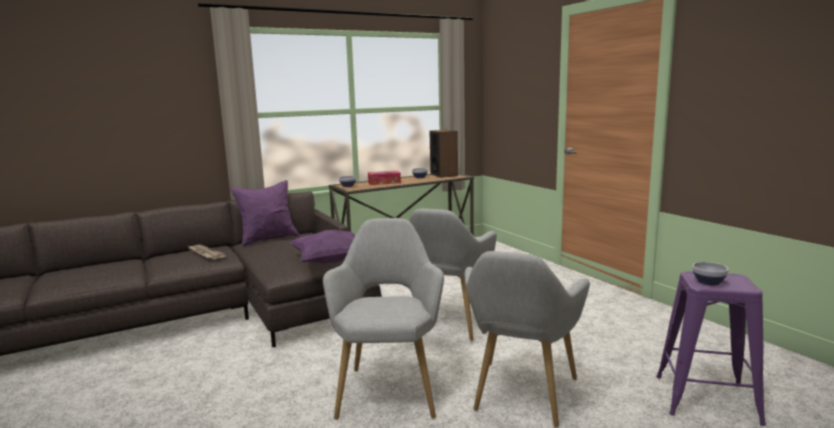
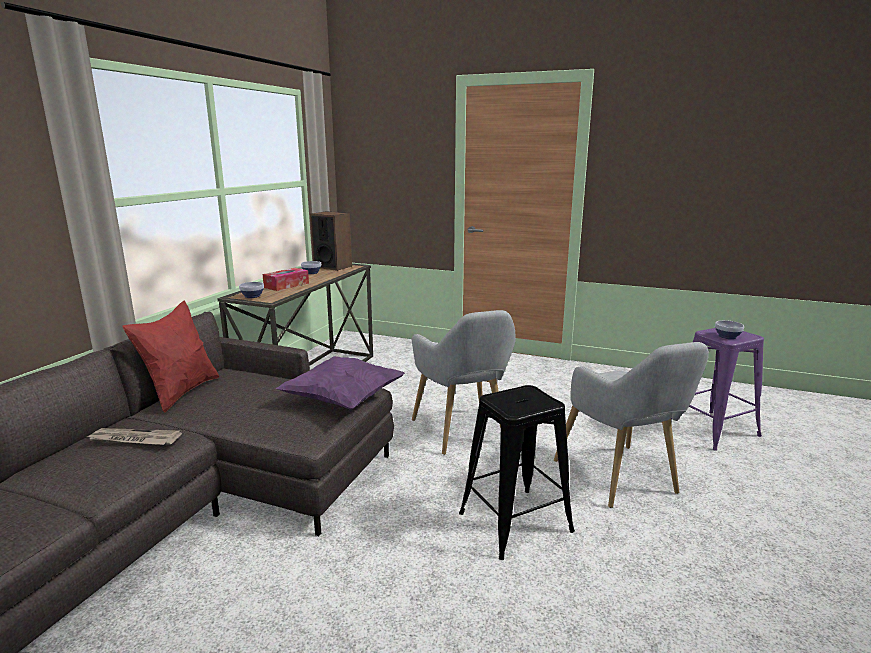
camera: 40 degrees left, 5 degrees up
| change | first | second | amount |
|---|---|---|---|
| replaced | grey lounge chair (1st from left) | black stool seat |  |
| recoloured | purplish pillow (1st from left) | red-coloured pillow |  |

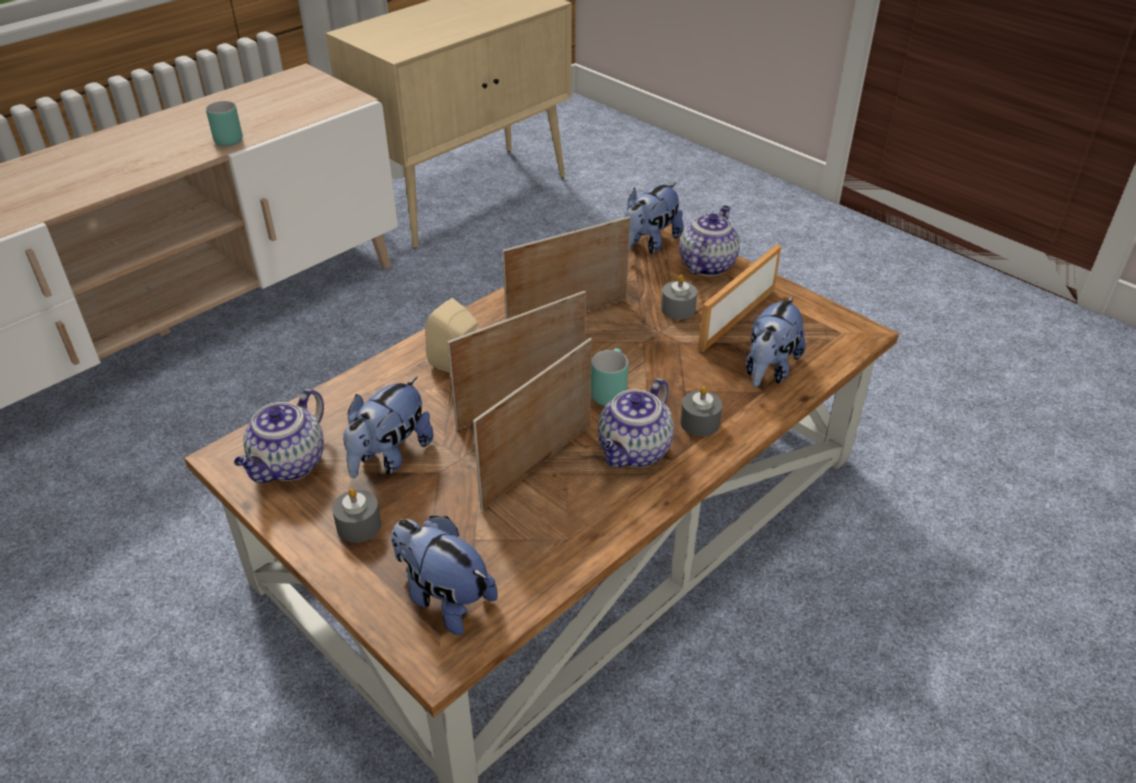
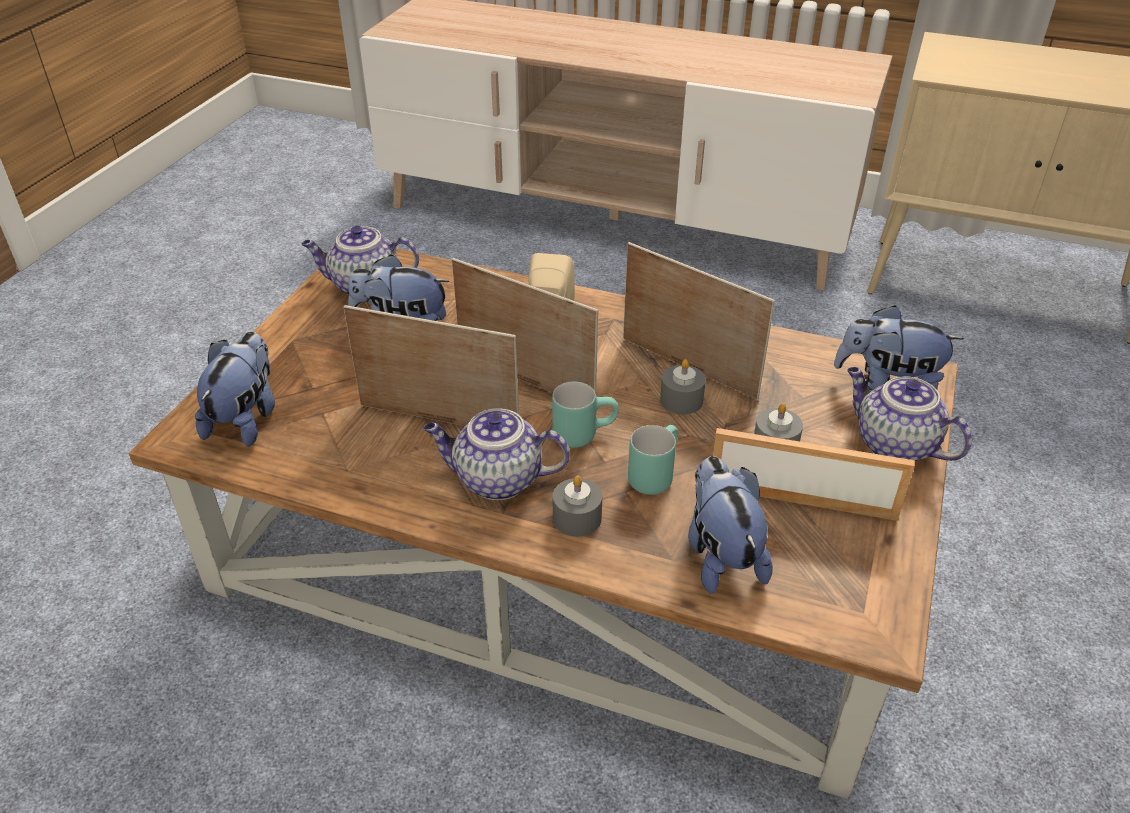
camera: 65 degrees right, 0 degrees up
| change | first | second | amount |
|---|---|---|---|
| moved | turquoise-coloured tea mug (1st from left in the first image) | turquoise-coloured tea mug (2nd from left) |  |
| moved | grey candle (1st from left in the first image) | grey candle (2nd from left) |  |
| turned | teapot (3rd from left) |  | 135 degrees counterclockwise |
| turned | cuddly toy (4th from left in the first image) | cuddly toy (3rd from left) | 75 degrees clockwise |

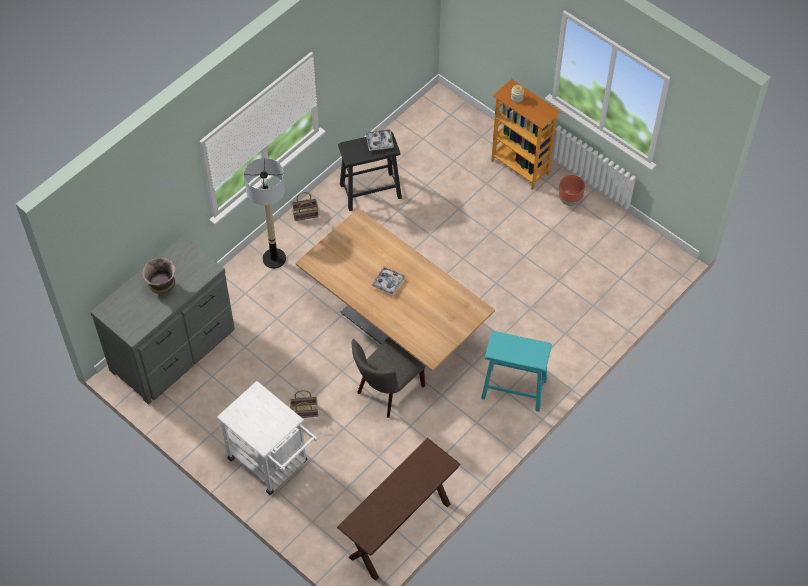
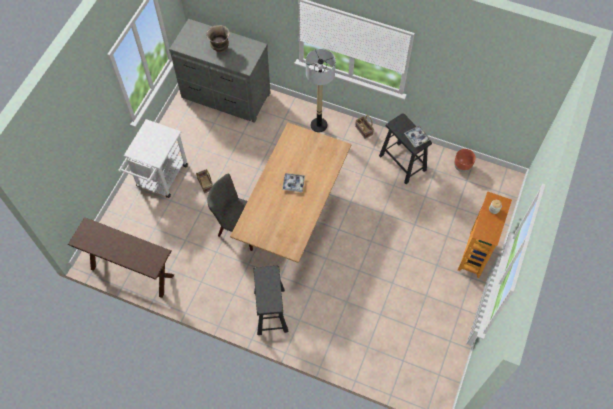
camera: 70 degrees right, 5 degrees up
| change | first | second | amount |
|---|---|---|---|
| moved | brownish planter |  |  |
| recoloured | turquoise-coloured stool seat | black stool seat (1st from left) |  |

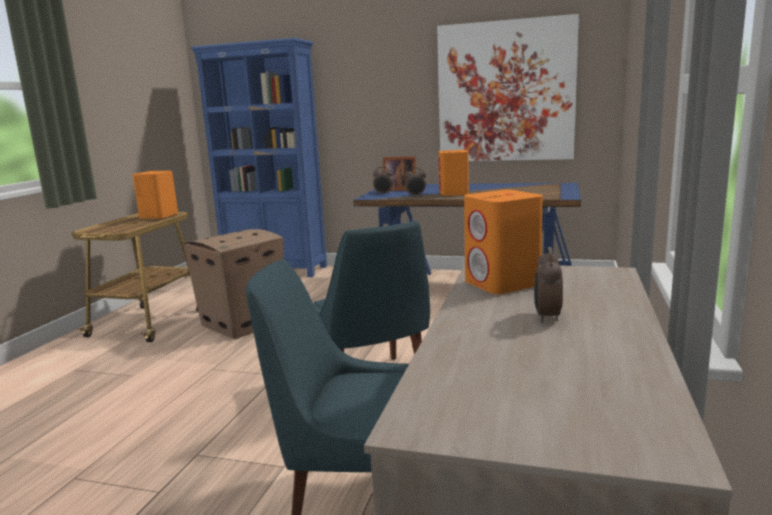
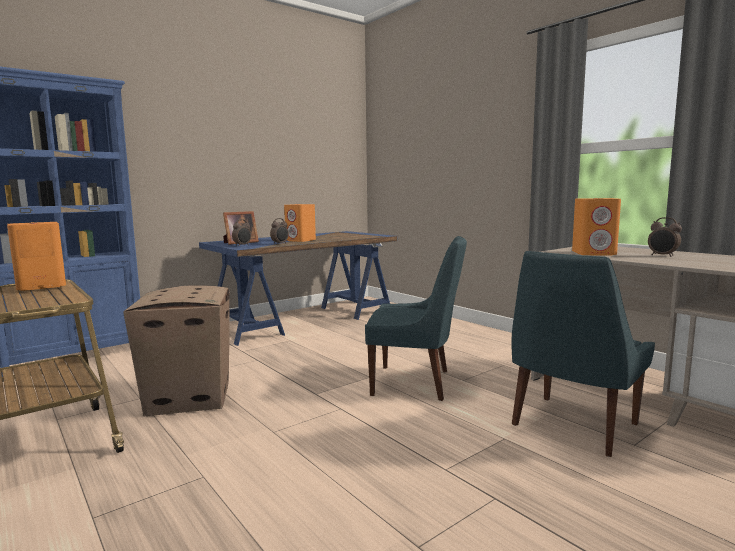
camera: 55 degrees left, 5 degrees down
| change | first | second | amount |
|---|---|---|---|
| removed | wall picture |  |  |

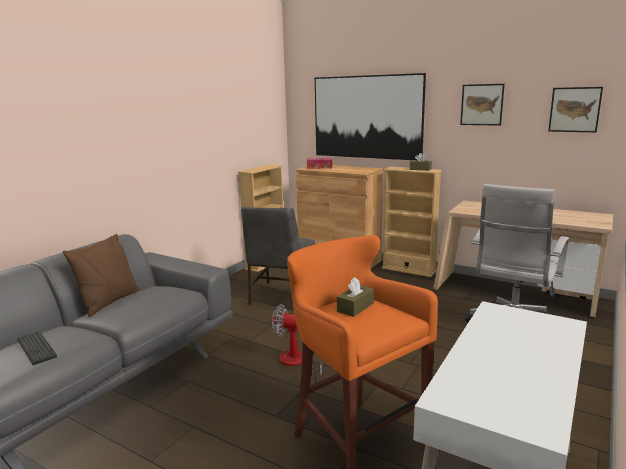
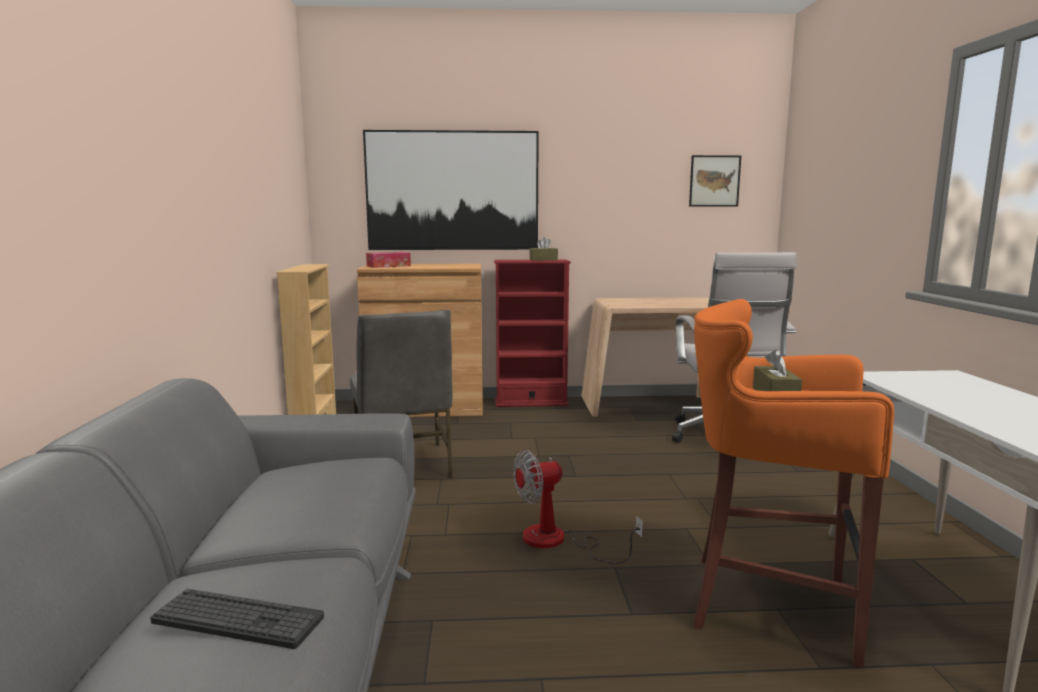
camera: 35 degrees left, 5 degrees down
| change | first | second | amount |
|---|---|---|---|
| removed | brownish pillow |  |  |
| removed | wall picture (2nd from left) |  |  |
| recoloured | beige-coloured bookshelf (2nd from left) | red-coloured bookshelf |  |

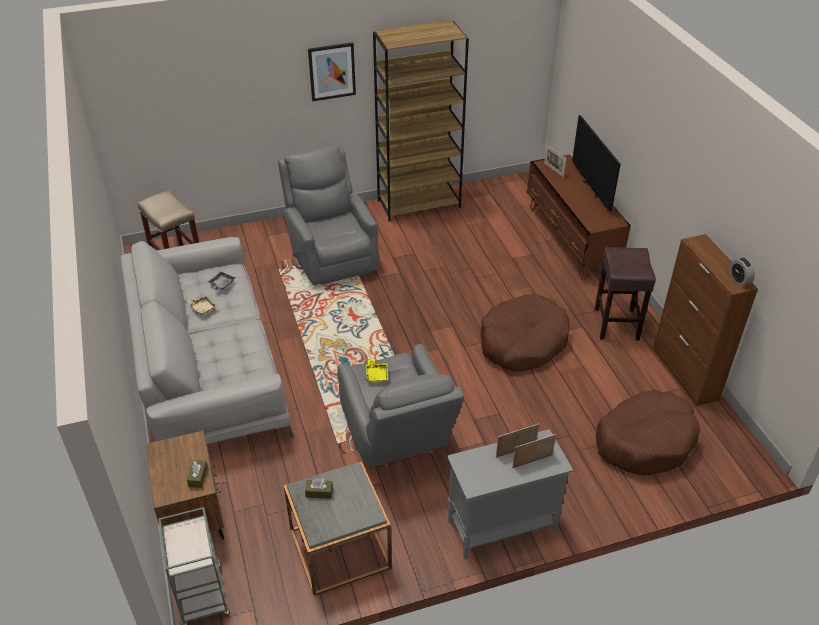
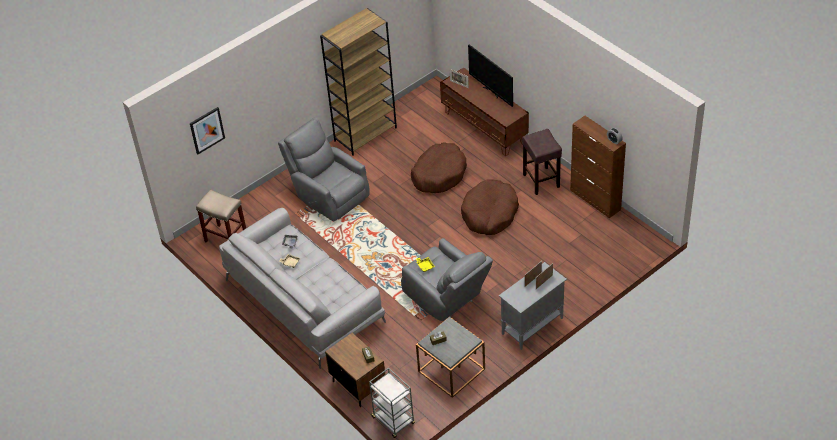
camera: 20 degrees left, 5 degrees up
| change | first | second | amount |
|---|---|---|---|
| moved | wall picture |  |  |
| moved | brownish dog cushion (2nd from left in the first image) | brownish dog cushion (1st from left) |  |

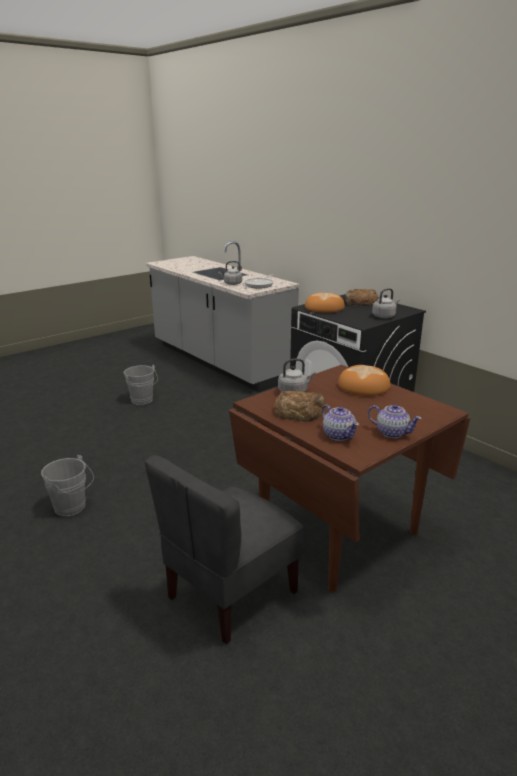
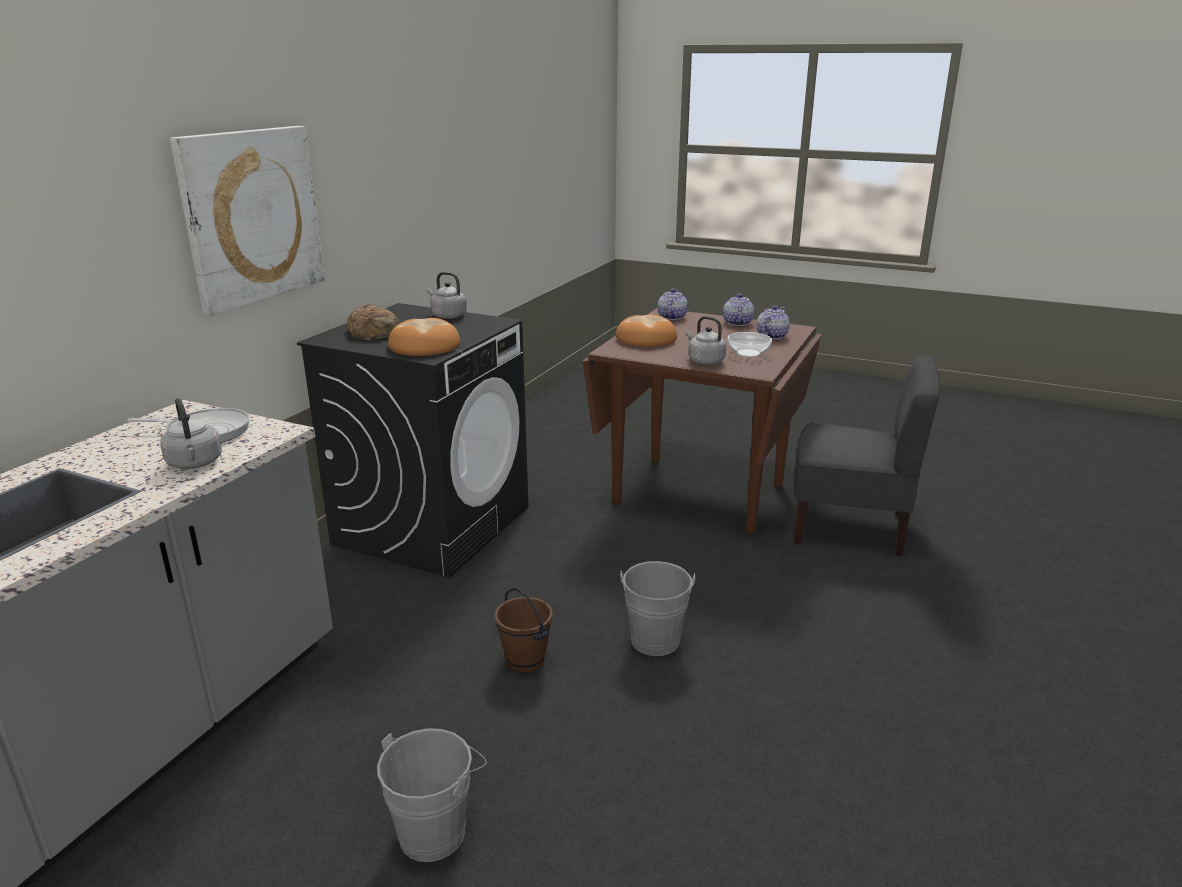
camera: 115 degrees left, 0 degrees up
| change | first | second | amount |
|---|---|---|---|
| added |  | wall picture |  |
| added |  | brownish pail |  |
| added |  | teapot (1st from left) |  |
| moved | grey pail (1st from left in the first image) | grey pail (2nd from left) |  |
| replaced | baked bread (1st from left) | serving bowl |  |

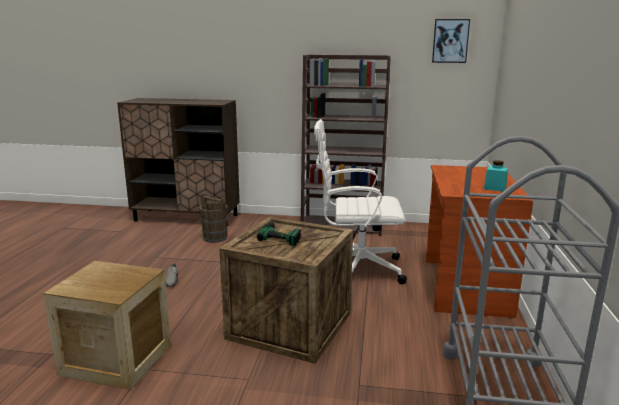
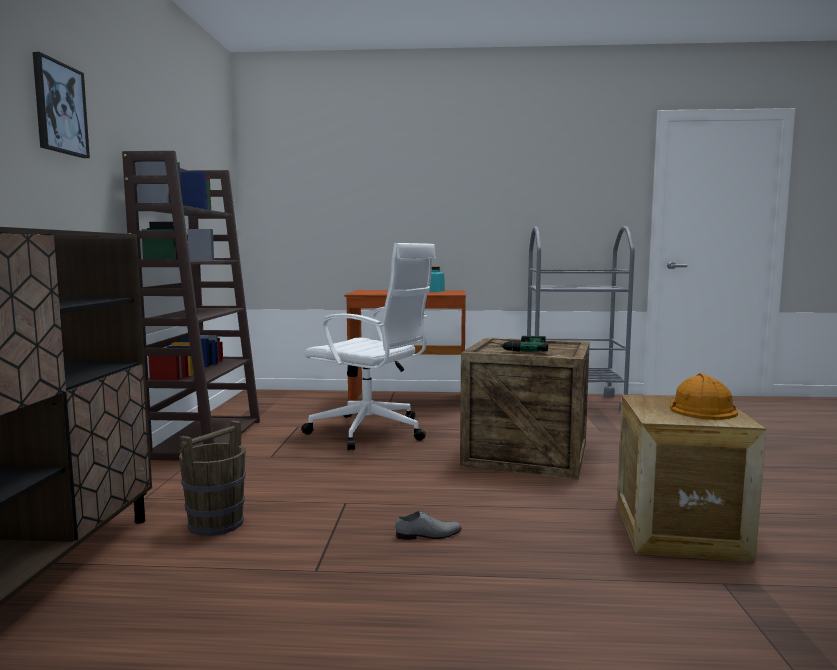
camera: 95 degrees left, 10 degrees down
| change | first | second | amount |
|---|---|---|---|
| added |  | orange hard hat |  |
| moved | wall picture |  |  |
| turned | white-coloured computer chair |  | 60 degrees counterclockwise |

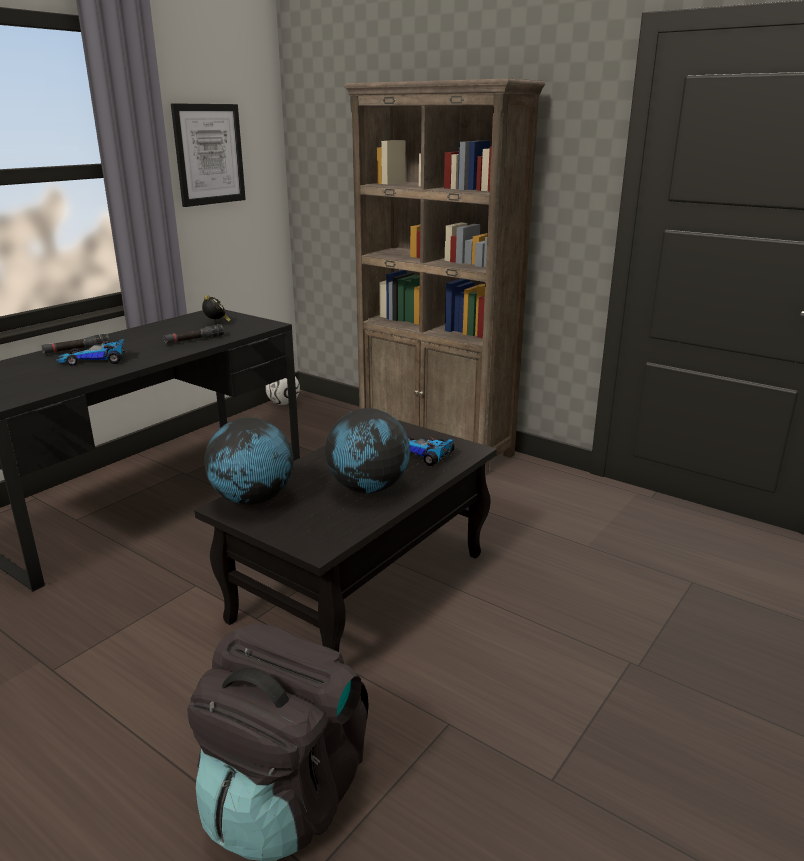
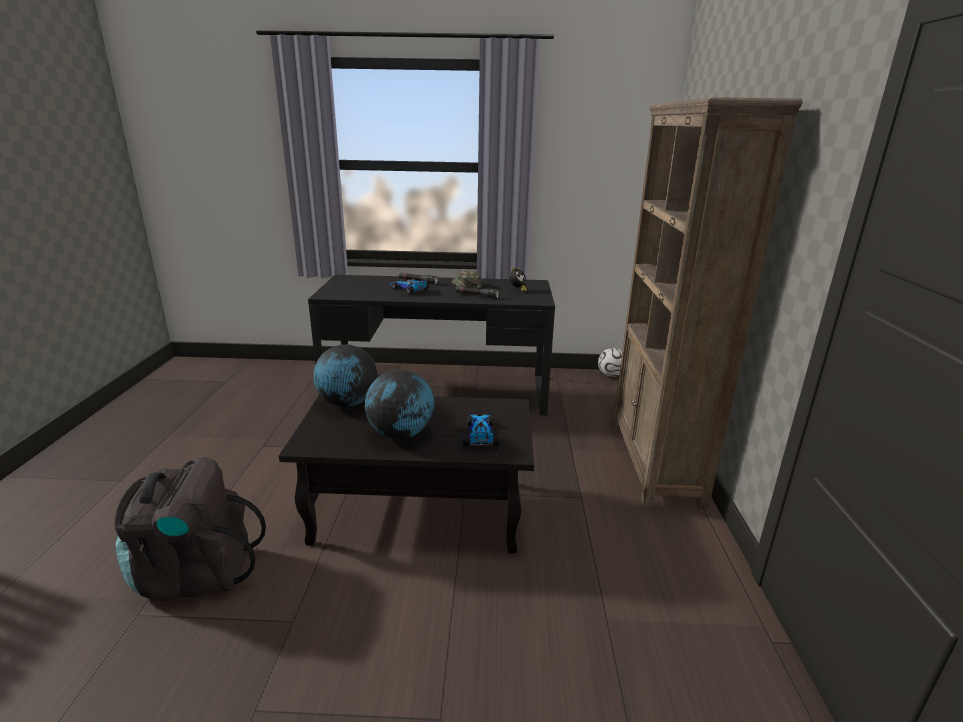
camera: 55 degrees right, 0 degrees up
| change | first | second | amount |
|---|---|---|---|
| removed | wall picture |  |  |
| added |  | greenish cap |  |

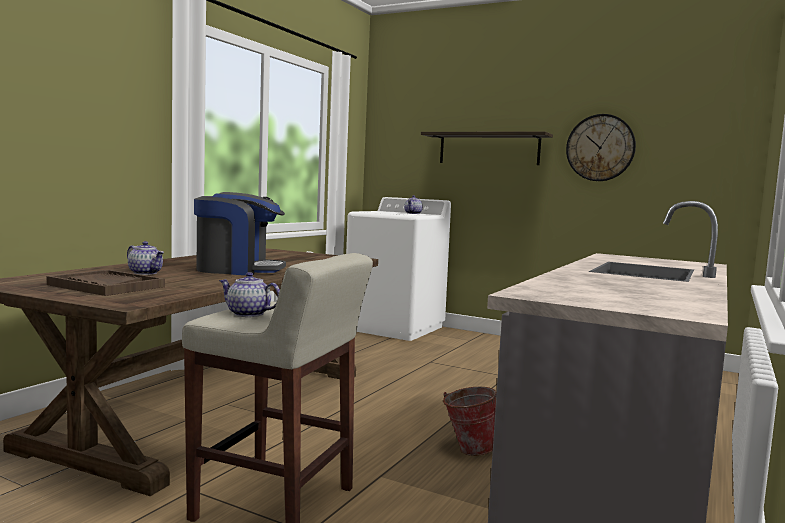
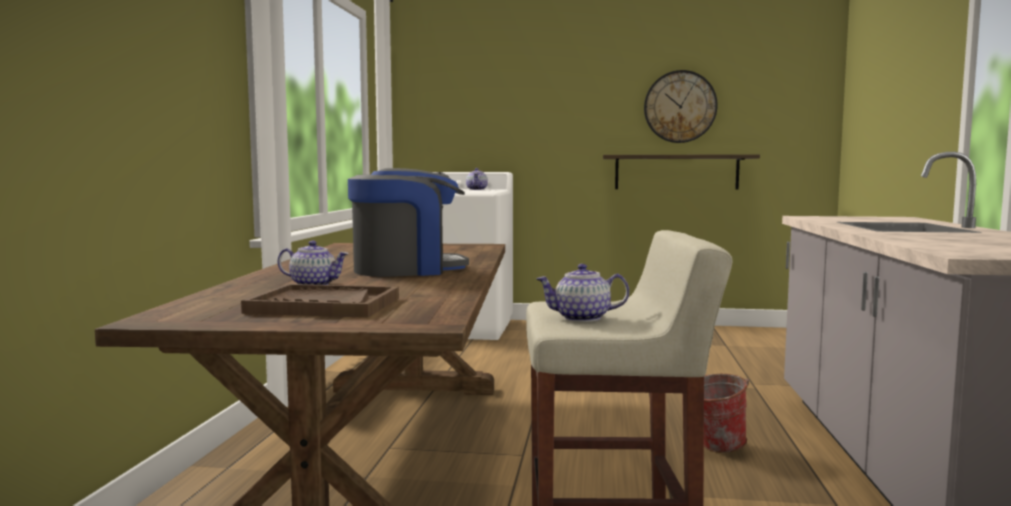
camera: 20 degrees left, 0 degrees up
| change | first | second | amount |
|---|---|---|---|
| moved | bracket shelf |  |  |

